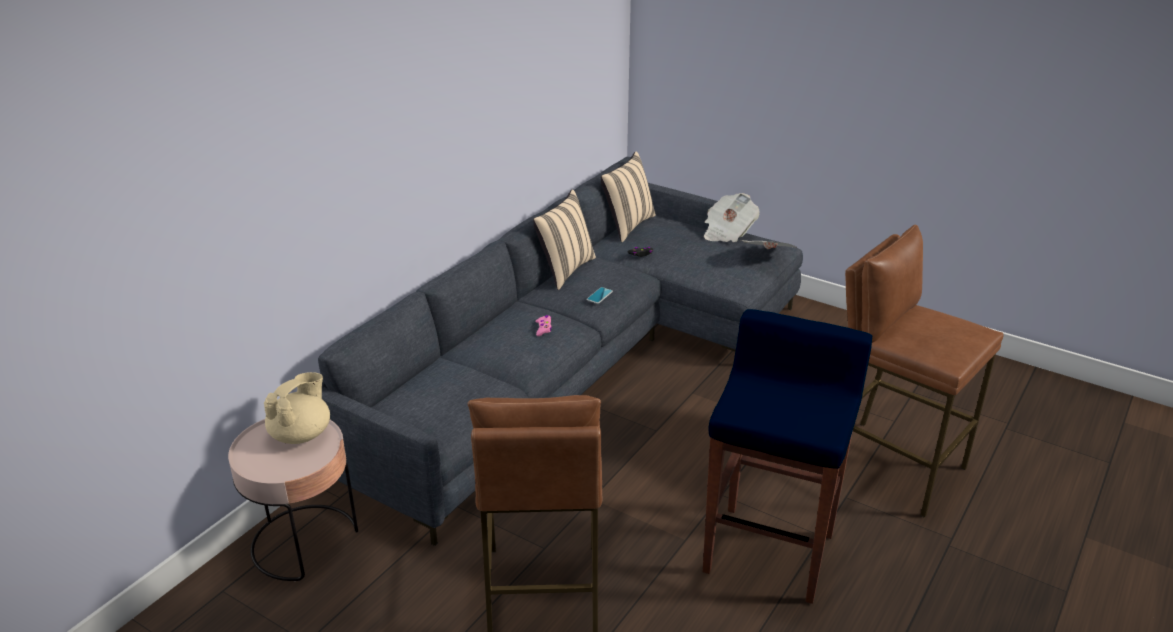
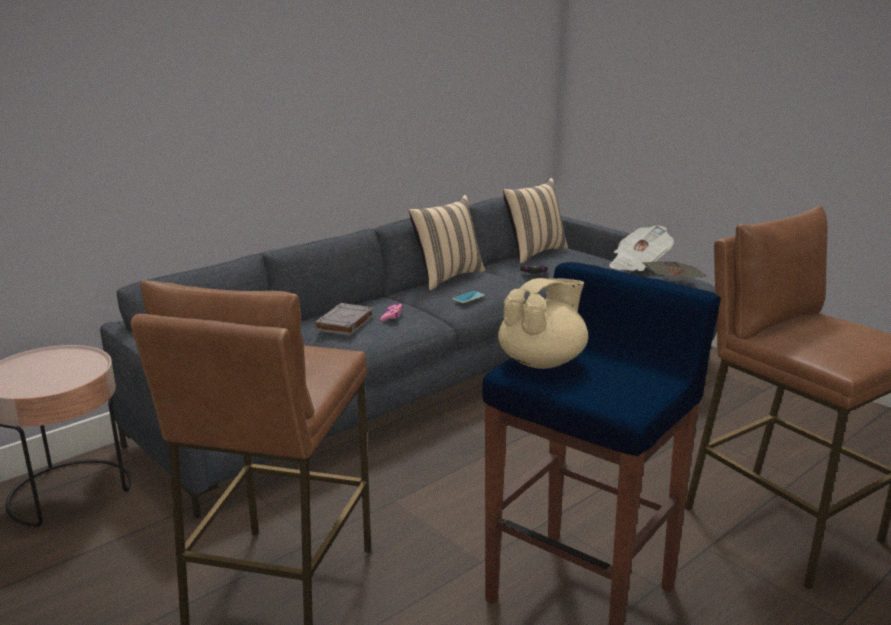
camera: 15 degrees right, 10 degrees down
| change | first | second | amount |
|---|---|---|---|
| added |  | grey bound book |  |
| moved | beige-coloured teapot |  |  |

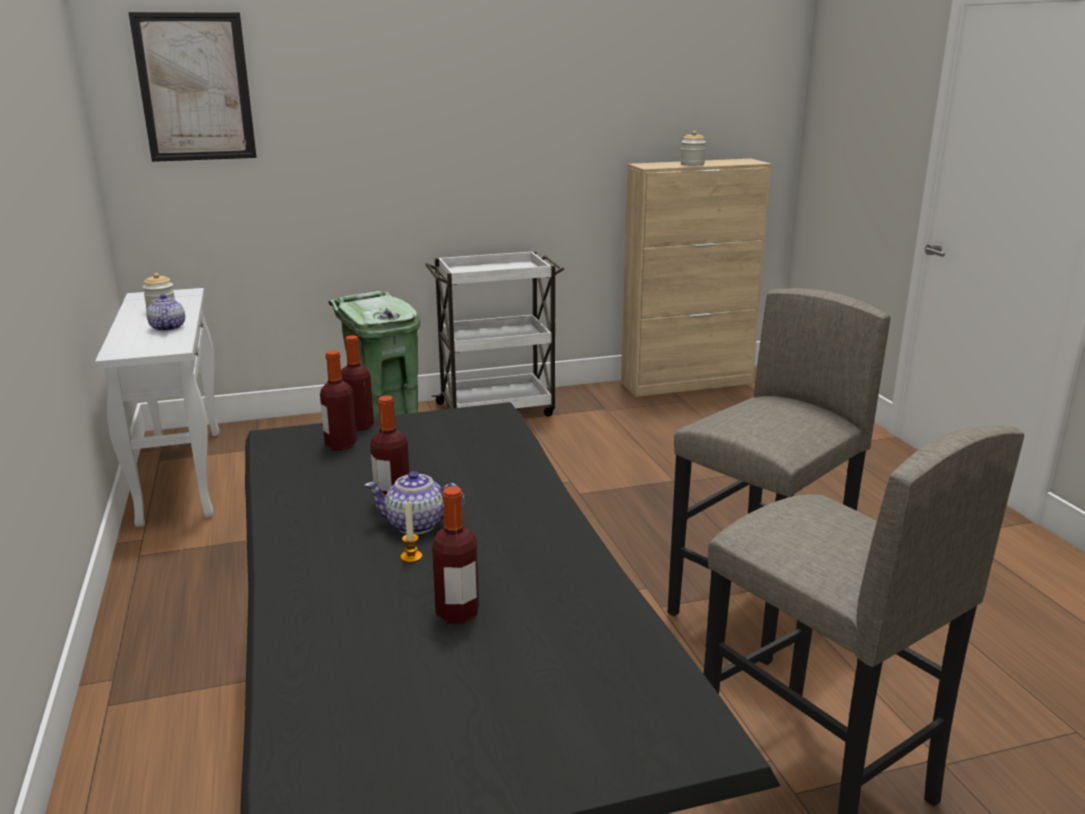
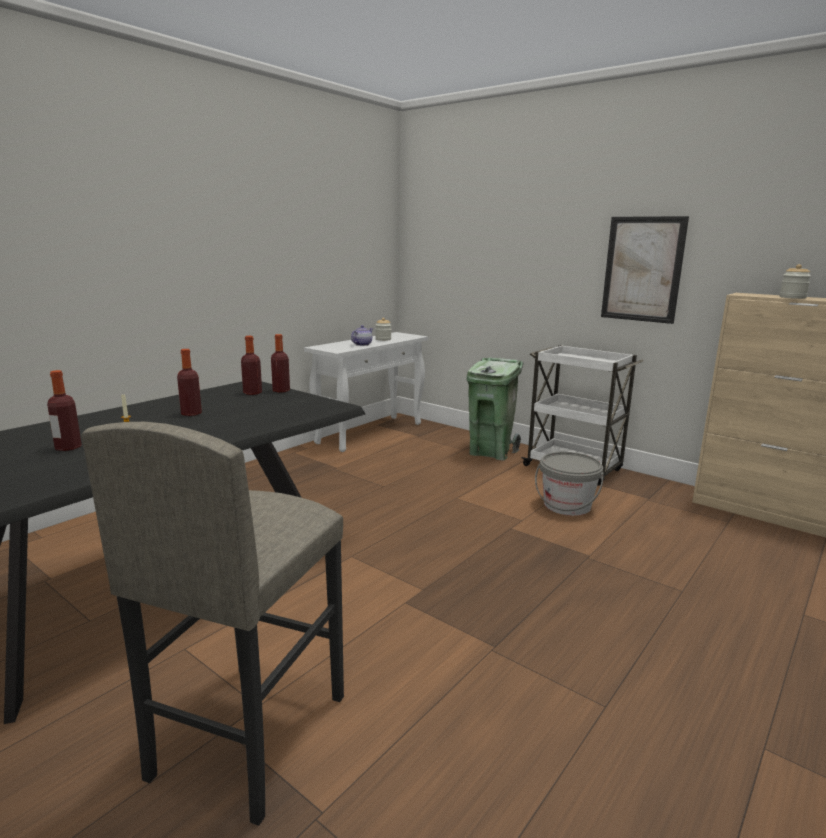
camera: 55 degrees right, 5 degrees down
| change | first | second | amount |
|---|---|---|---|
| removed | teapot (2nd from left) |  |  |
| removed | grey stool seat (1st from left) |  |  |
| added |  | grey pail |  |
| moved | wall picture |  |  |

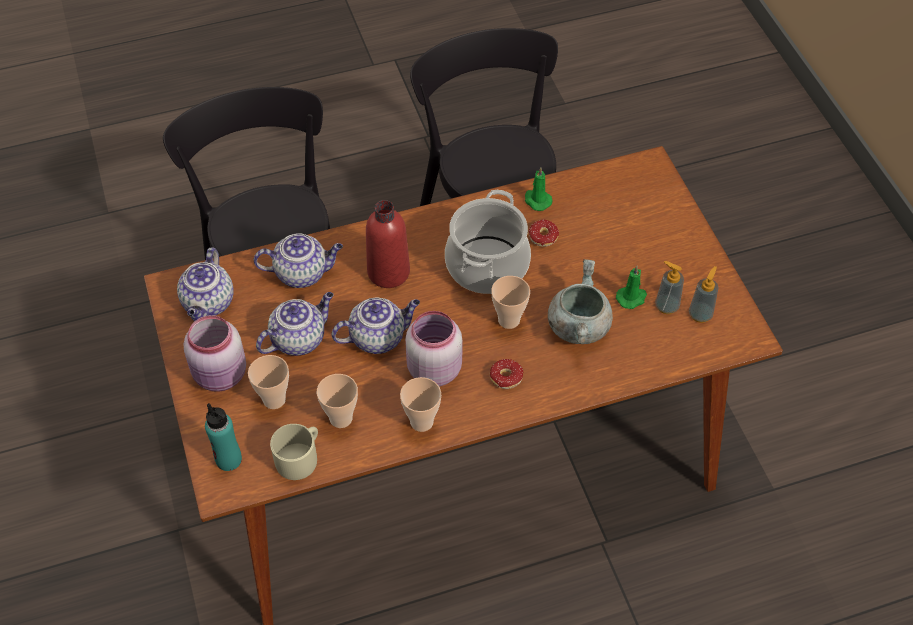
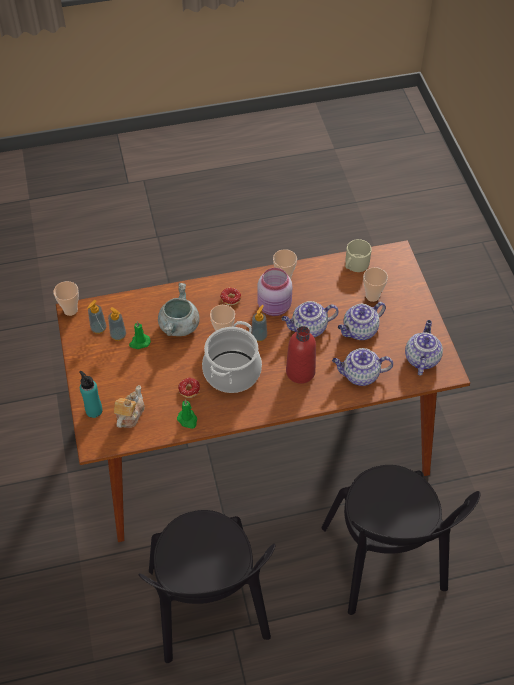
camera: 175 degrees left, 0 degrees up
| change | first | second | amount |
|---|---|---|---|
| removed | pinkish storage jar (1st from left) |  |  |
| added |  | teapot (1st from left) |  |
| added |  | liquid soap bottle (3rd from left) |  |
| moved | turquoise-coloured drink bottle |  |  |
| moved | cup (2nd from left in the first image) | cup (1st from left) |  |

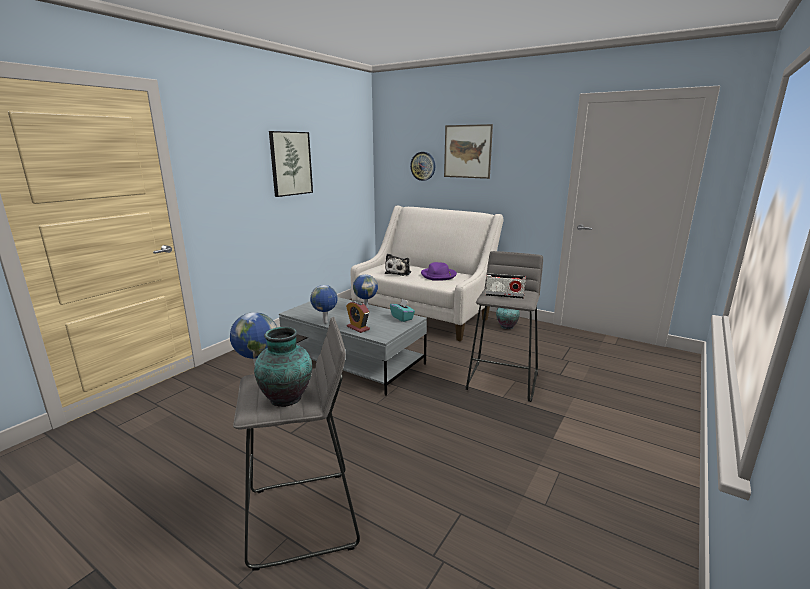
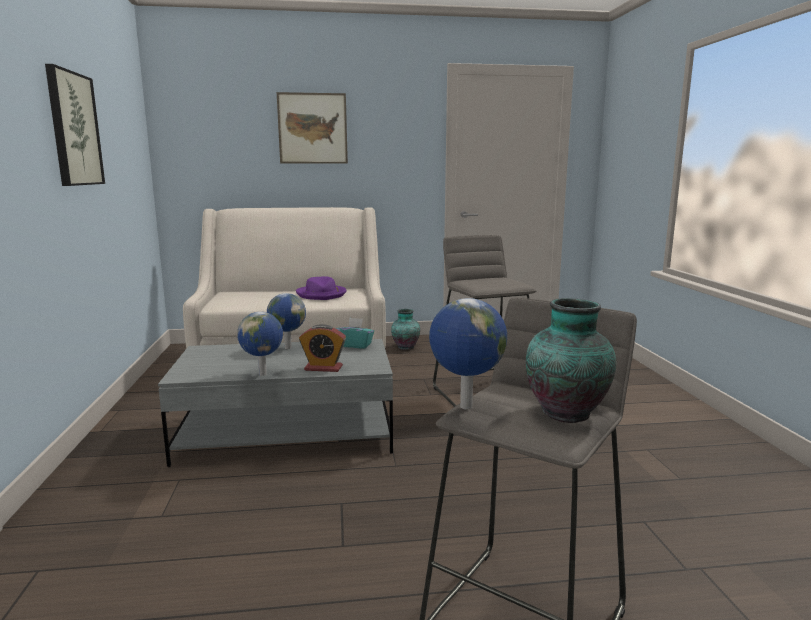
camera: 40 degrees left, 5 degrees down
| change | first | second | amount |
|---|---|---|---|
| removed | cuddly toy |  |  |
| removed | wall clock |  |  |
| removed | radio |  |  |

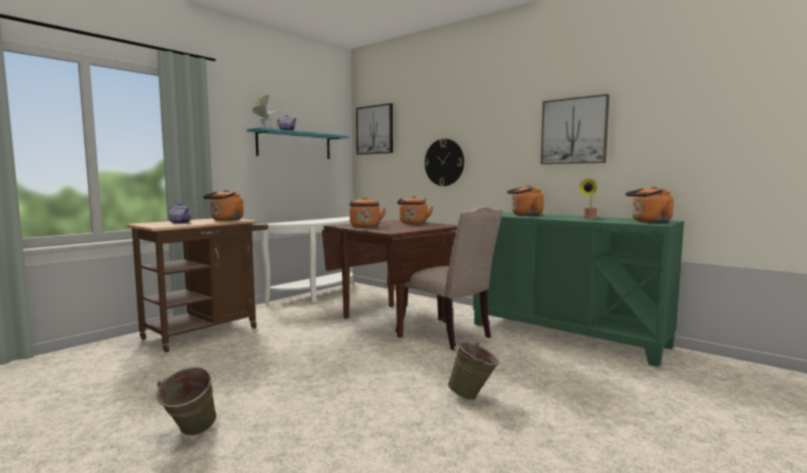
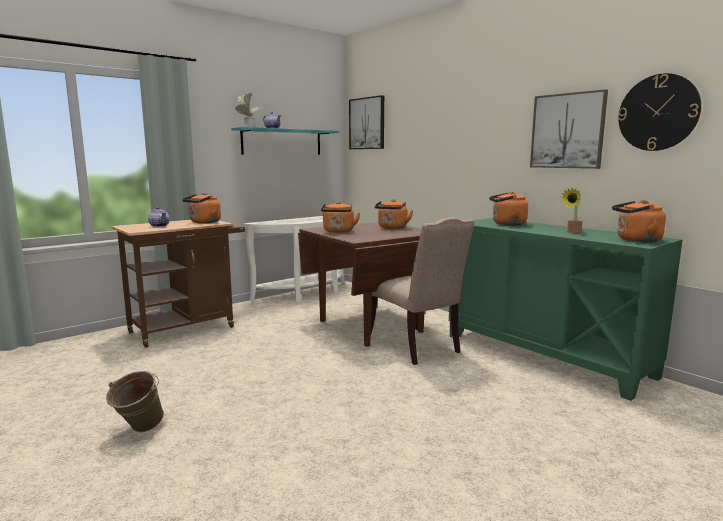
camera: 10 degrees right, 5 degrees up
| change | first | second | amount |
|---|---|---|---|
| removed | greenish pail (2nd from left) |  |  |
| moved | wall clock |  |  |

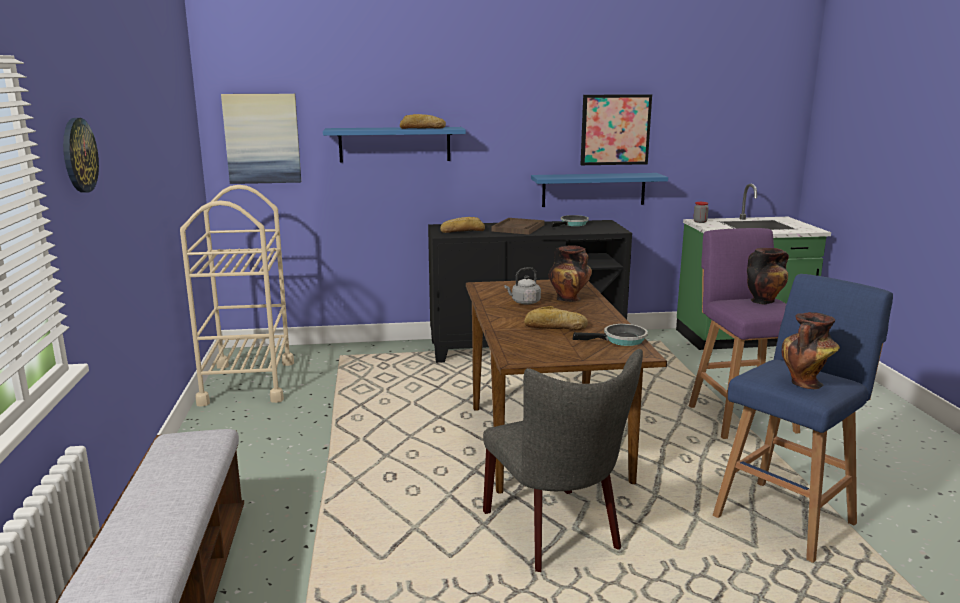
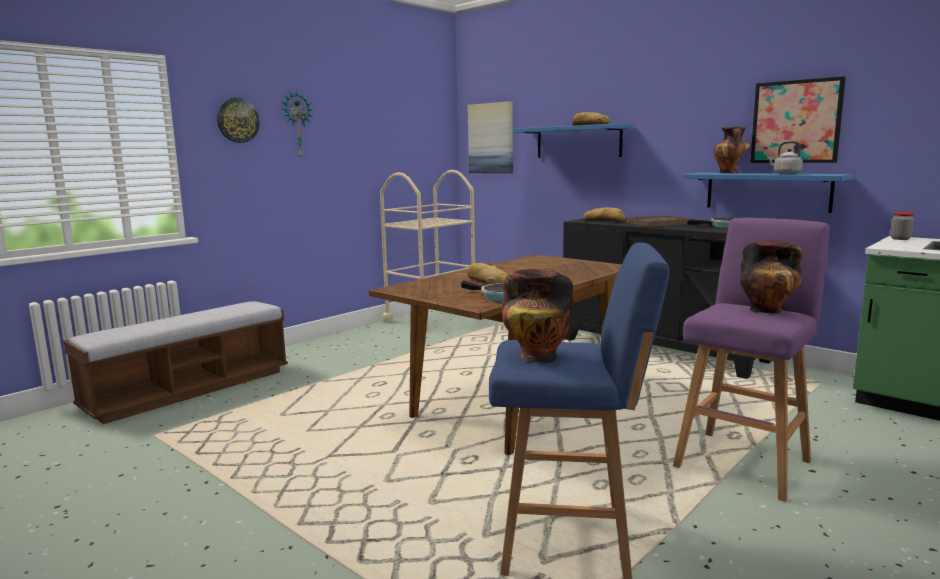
camera: 50 degrees right, 5 degrees down
| change | first | second | amount |
|---|---|---|---|
| removed | grey upright chair |  |  |
| added |  | wall clock (2nd from left) |  |
| moved | grey tea kettle |  |  |
| moved | decorative vase (1st from left in the first image) | decorative vase (2nd from left) |  |

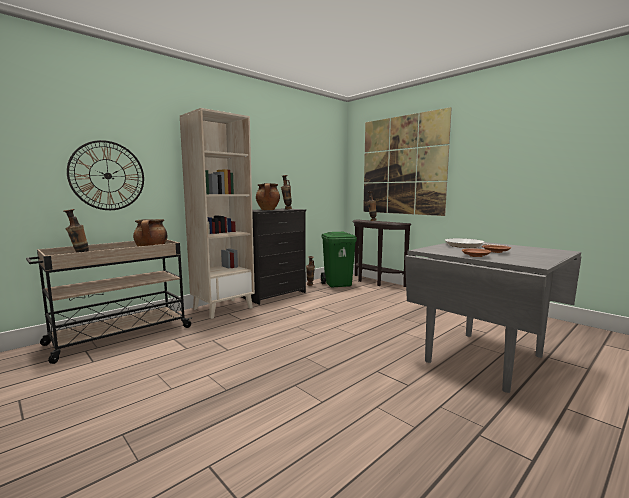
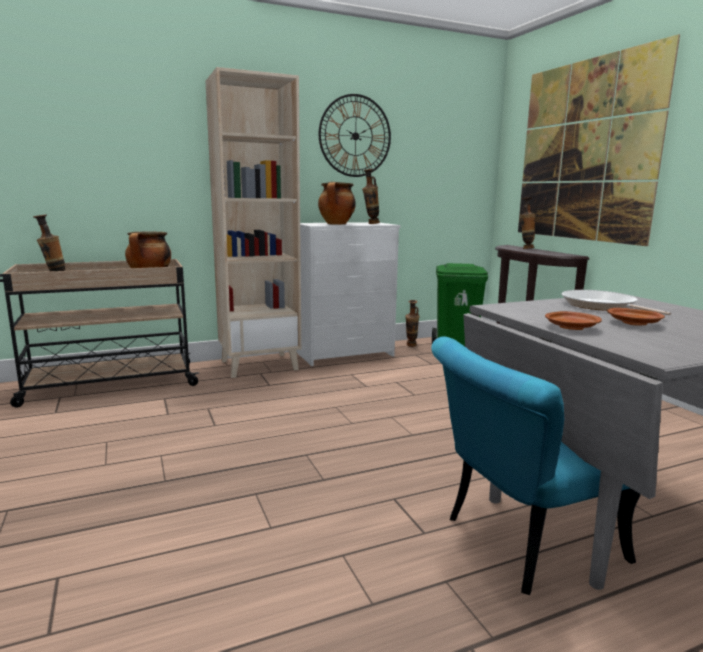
camera: 20 degrees right, 5 degrees up
| change | first | second | amount |
|---|---|---|---|
| added |  | turquoise-coloured upright chair |  |
| moved | wall clock |  |  |
| recoloured | black chest of drawers | white-coloured chest of drawers |  |

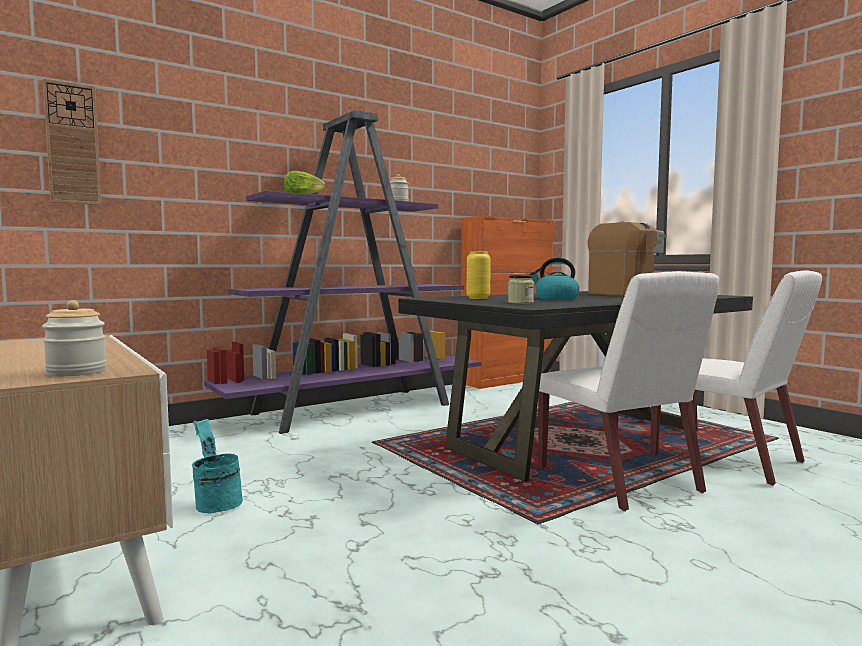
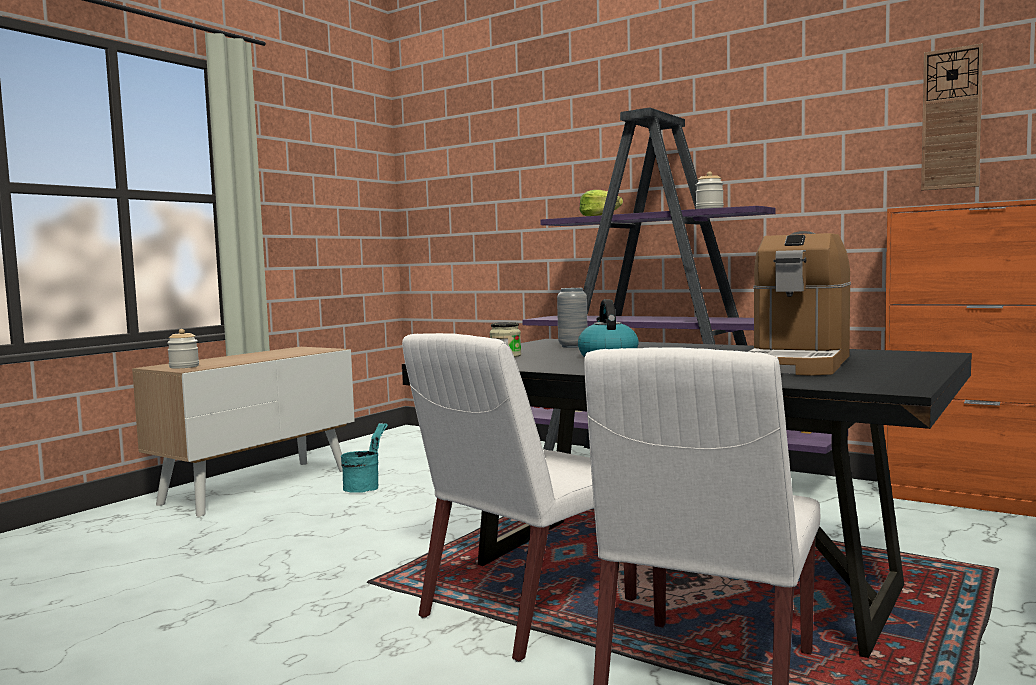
camera: 70 degrees right, 0 degrees up
| change | first | second | amount |
|---|---|---|---|
| moved | wall clock |  |  |
| recoloured | yellow-coloured decorative vase | grey decorative vase |  |

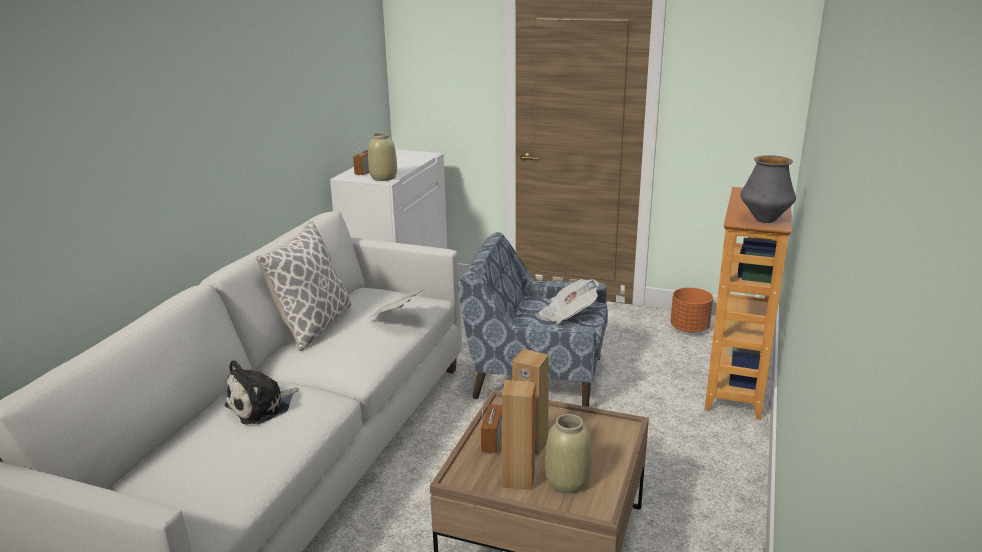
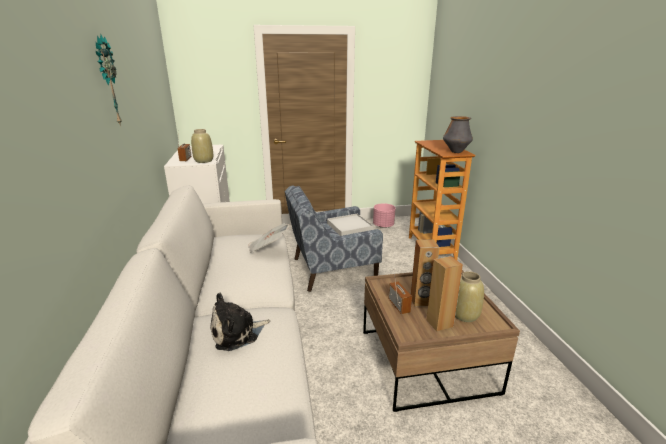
camera: 30 degrees left, 0 degrees up
| change | first | second | amount |
|---|---|---|---|
| removed | pillow |  |  |
| added |  | wall clock |  |
| replaced | printed paper (2nd from left) | white-coloured carrying tray |  |
| recoloured | orange planter | pinkish planter |  |
| turned | cuddly toy |  | 45 degrees clockwise |

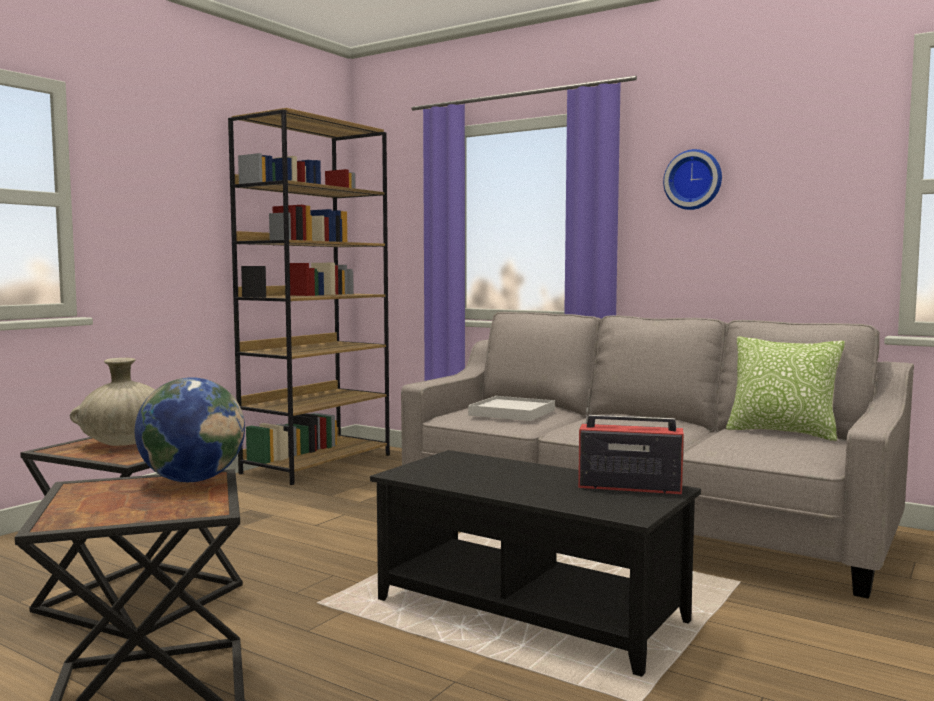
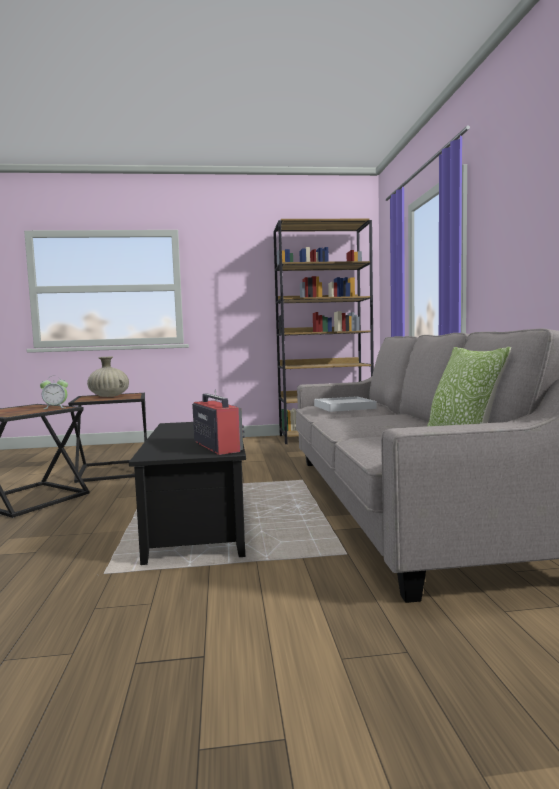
camera: 50 degrees right, 0 degrees up
| change | first | second | amount |
|---|---|---|---|
| removed | wall clock |  |  |
| replaced | desk globe | alarm clock |  |

